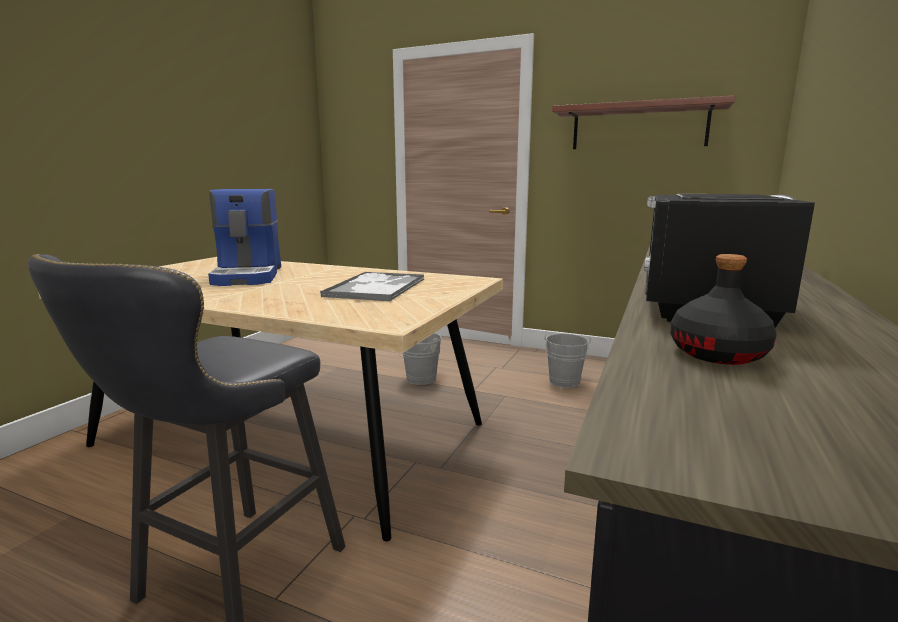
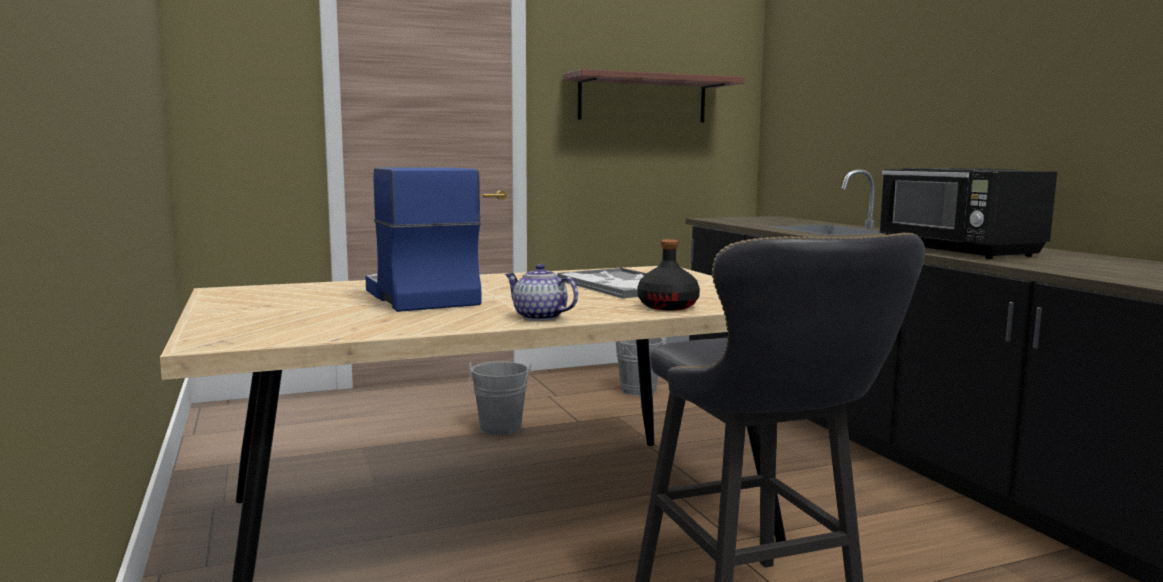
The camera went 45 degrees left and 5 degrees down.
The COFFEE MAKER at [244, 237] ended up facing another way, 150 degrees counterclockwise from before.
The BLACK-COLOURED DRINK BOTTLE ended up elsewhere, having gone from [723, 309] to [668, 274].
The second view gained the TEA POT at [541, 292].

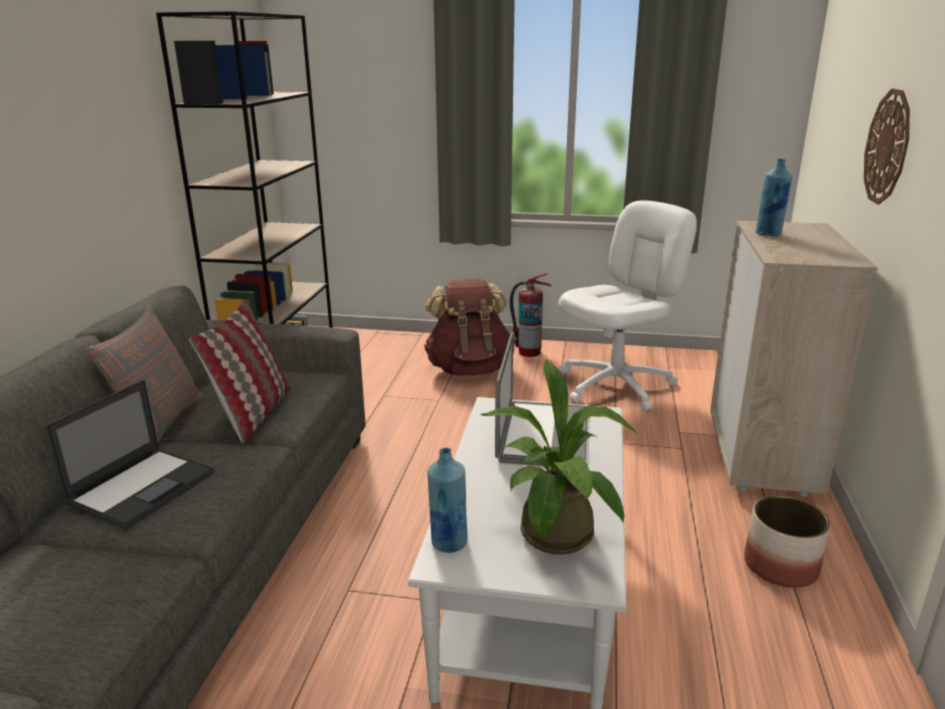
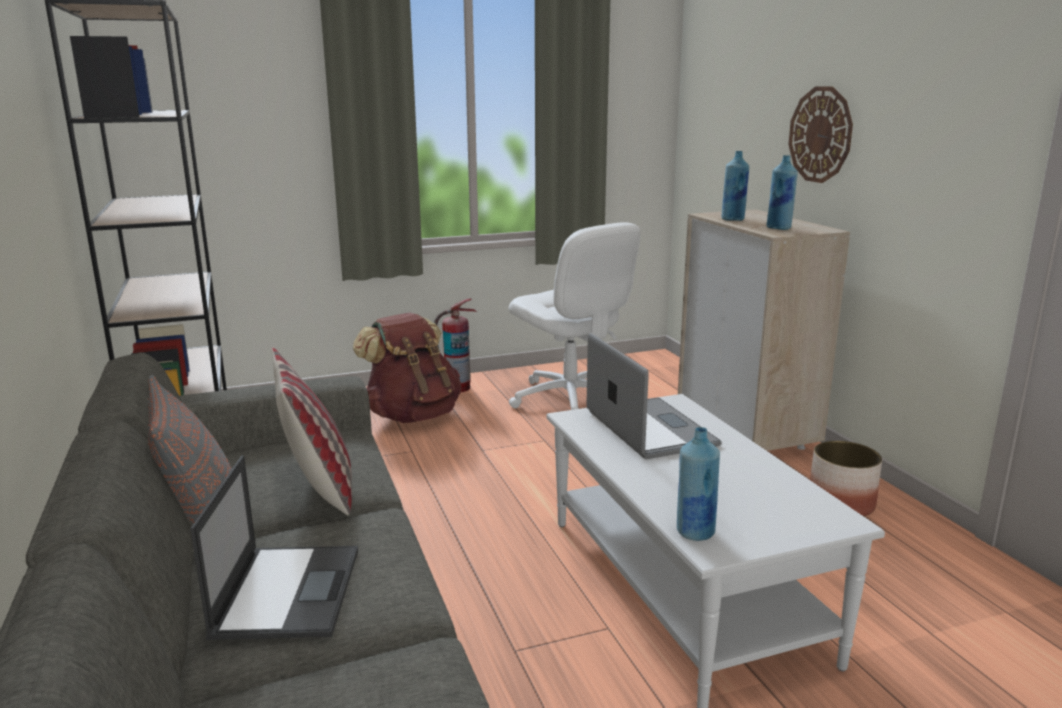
The camera went 30 degrees left and 5 degrees down.
The WHITE-COLOURED COMPUTER CHAIR at [627, 305] ended up facing another way, 120 degrees clockwise from before.
The second view lost the PLANT IN A POT at [559, 457].
The second view gained the BLUE DRINK BOTTLE at [782, 192].

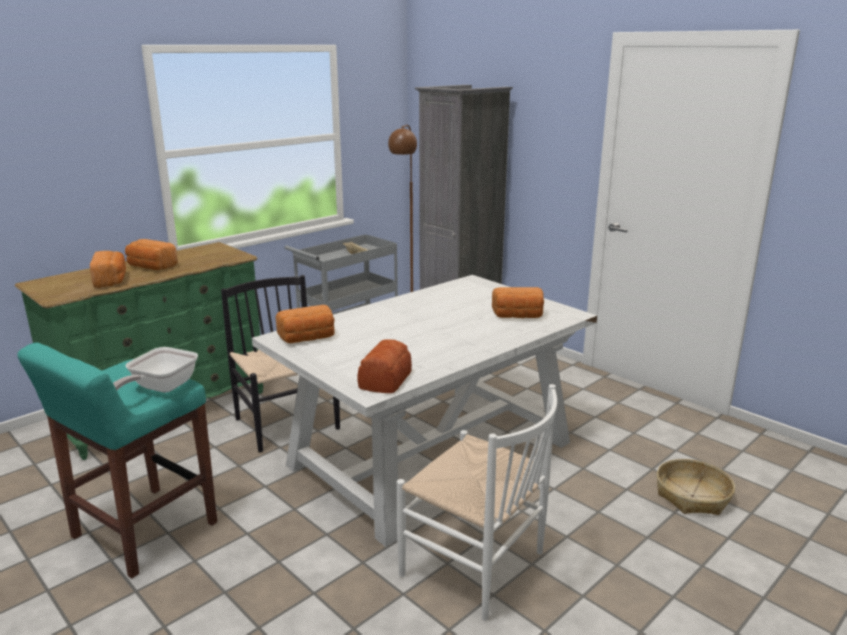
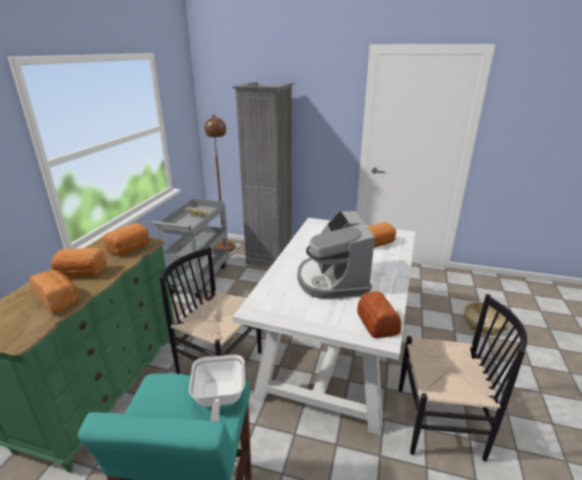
The camera went 30 degrees left and 5 degrees up.
The BREAD ended up elsewhere, having gone from [305, 324] to [126, 239].
What was the WHITE-COLOURED CHAIR at [477, 502] turned into the BLACK-COLOURED CHAIR at [463, 377].
The second view gained the COFFEE MAKER at [336, 255].

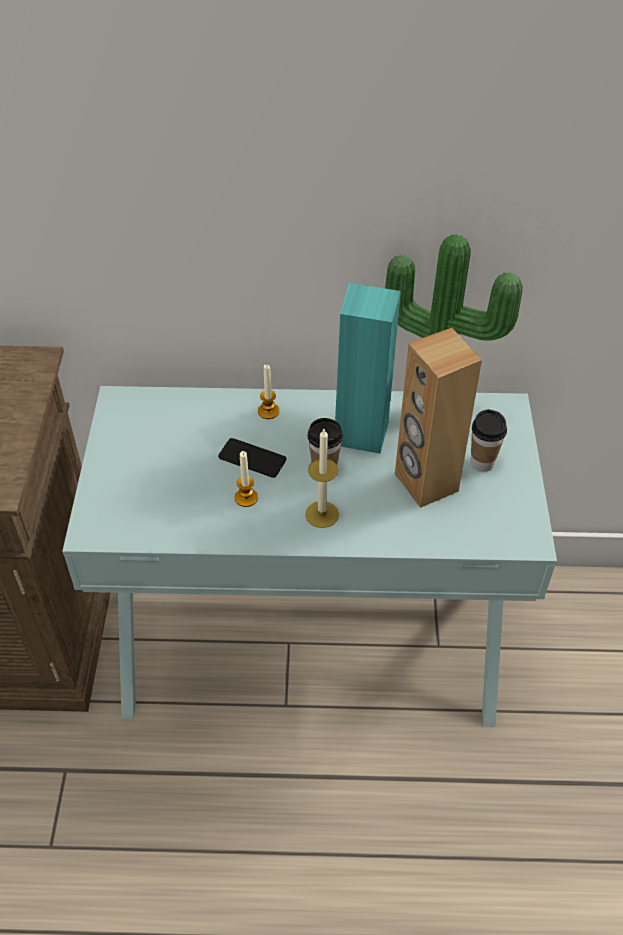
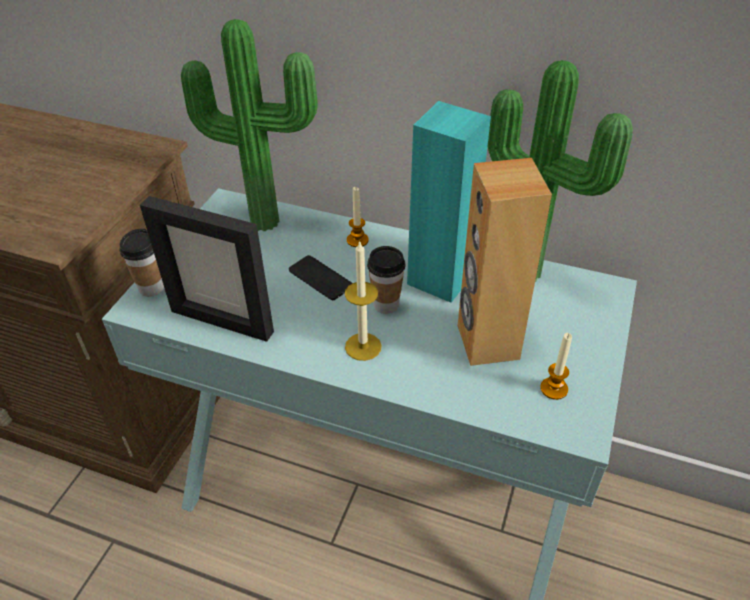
The camera went 20 degrees right and 5 degrees down.
The CUP ended up elsewhere, having gone from [488, 440] to [141, 263].
The WAX LIGHT ended up elsewhere, having gone from [246, 479] to [556, 366].
The second view gained the PLANT IN A POT at [249, 125].
The second view gained the PICTURE FRAME at [207, 269].

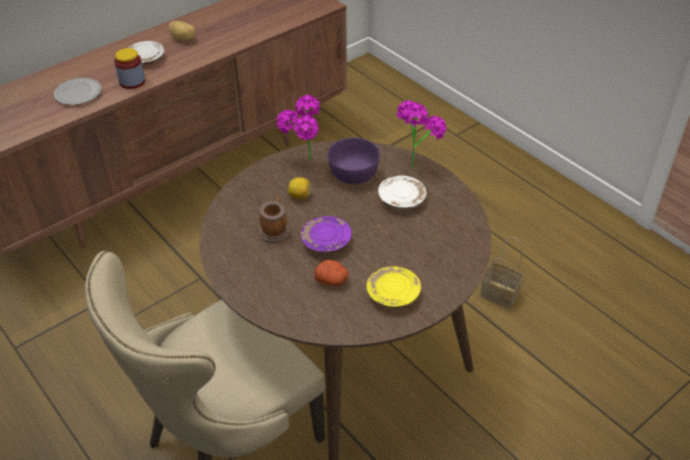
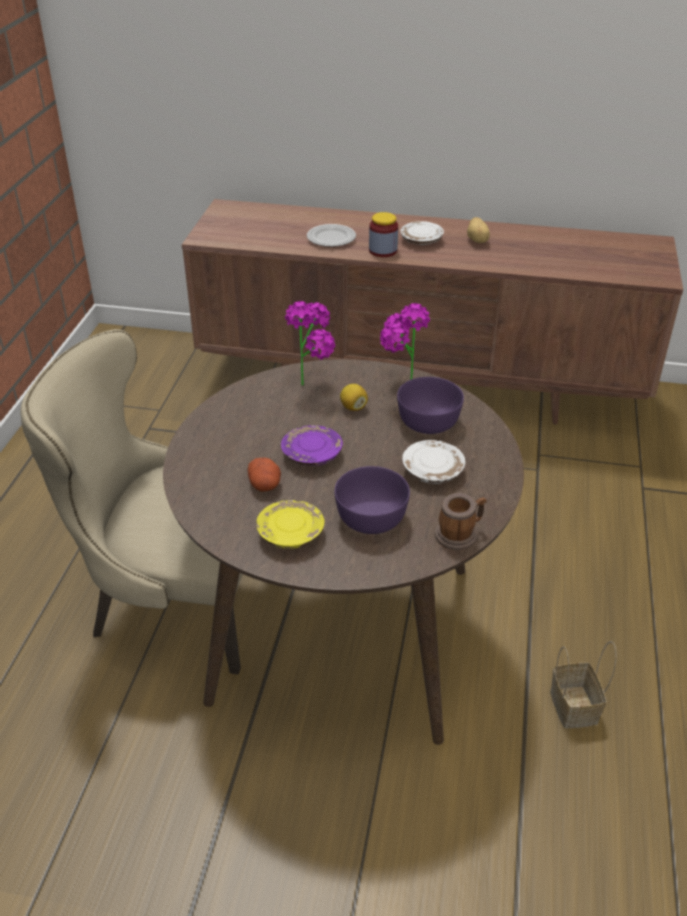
The camera went 50 degrees right and 5 degrees down.
The PLANT IN A POT ended up elsewhere, having gone from [422, 134] to [310, 343].
The MUG ended up elsewhere, having gone from [274, 220] to [461, 521].
The second view gained the PURPLISH BOWL at [372, 500].

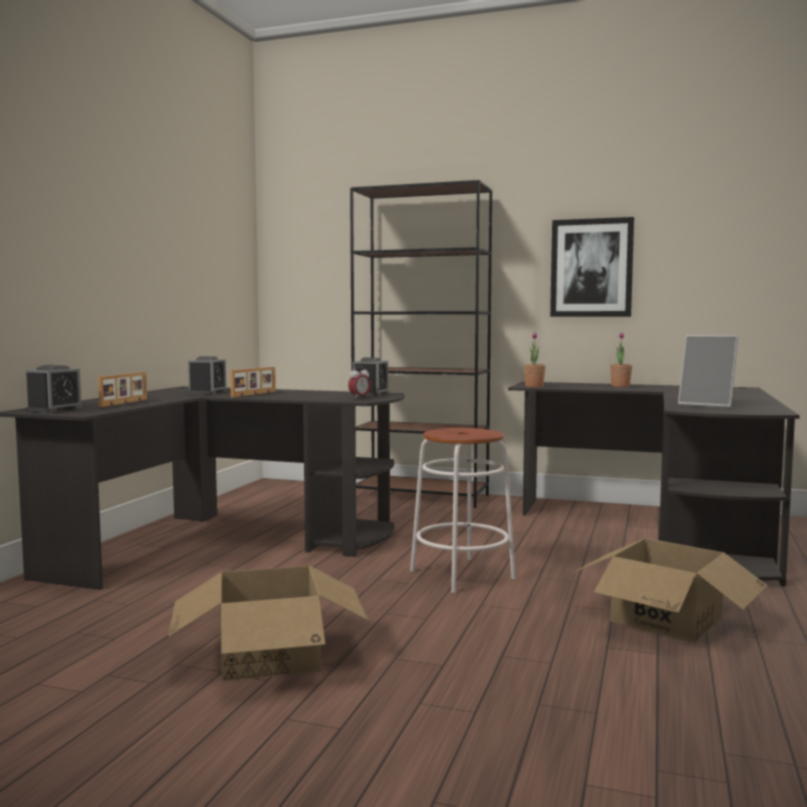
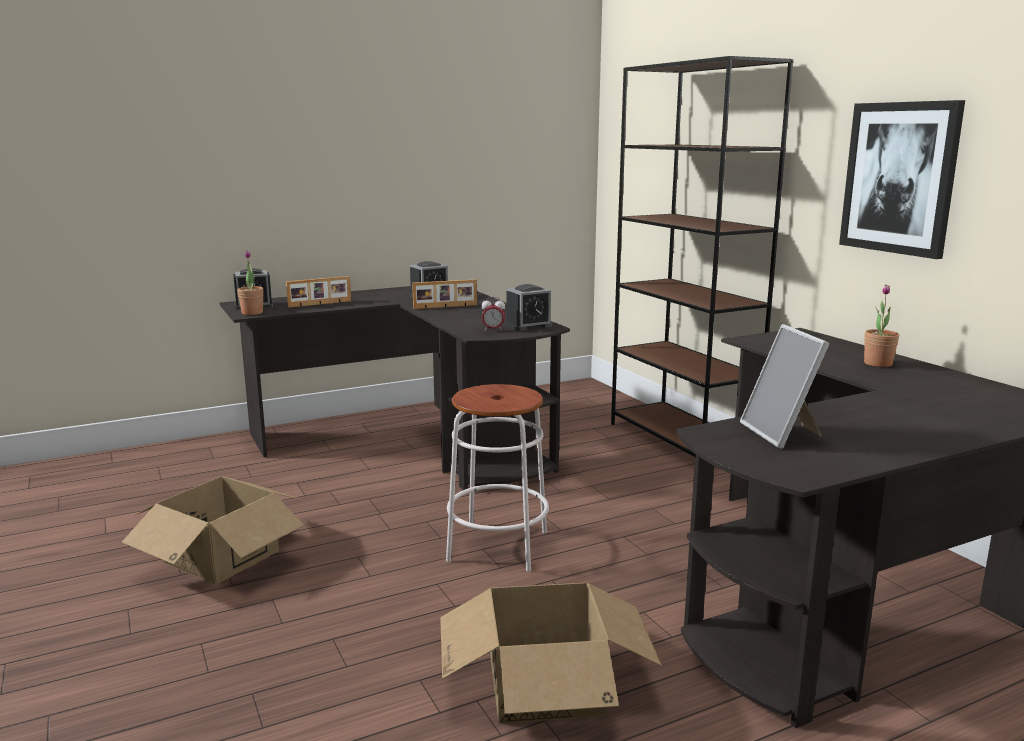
The camera went 45 degrees right and 10 degrees up.
The PLANT IN A POT ended up elsewhere, having gone from [535, 359] to [250, 283].

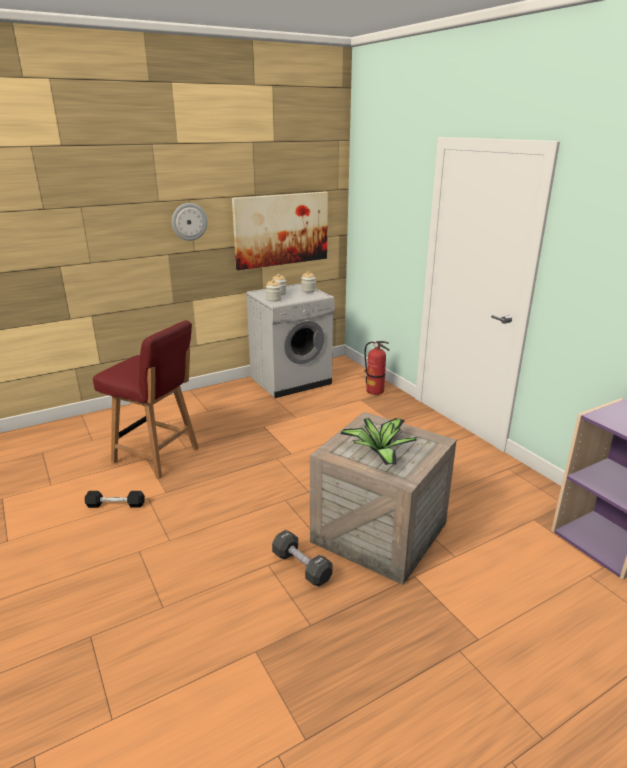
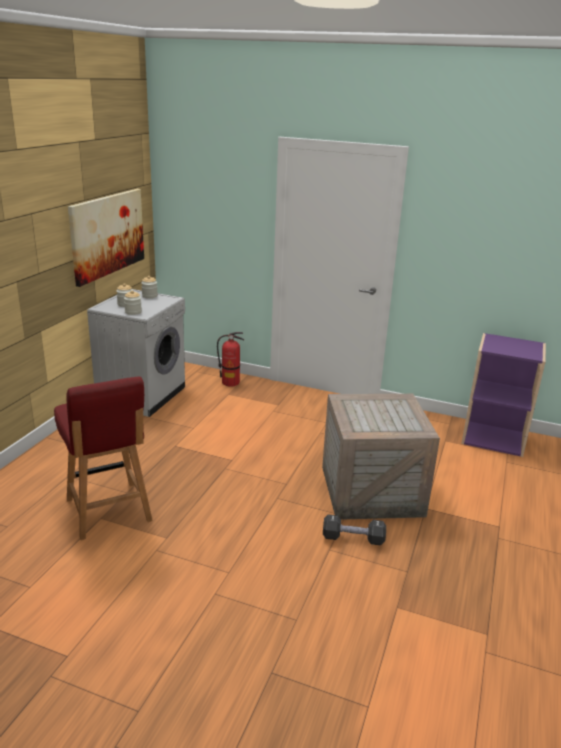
The camera went 40 degrees left and 0 degrees up.
The second view lost the HANGING CLOCK at [190, 222].
The RED CHAIR at [146, 399] ended up facing another way, 75 degrees clockwise from before.
The second view lost the PLANT IN A POT at [378, 441].
The second view lost the BLACK-COLOURED HAND WEIGHT at [115, 499].

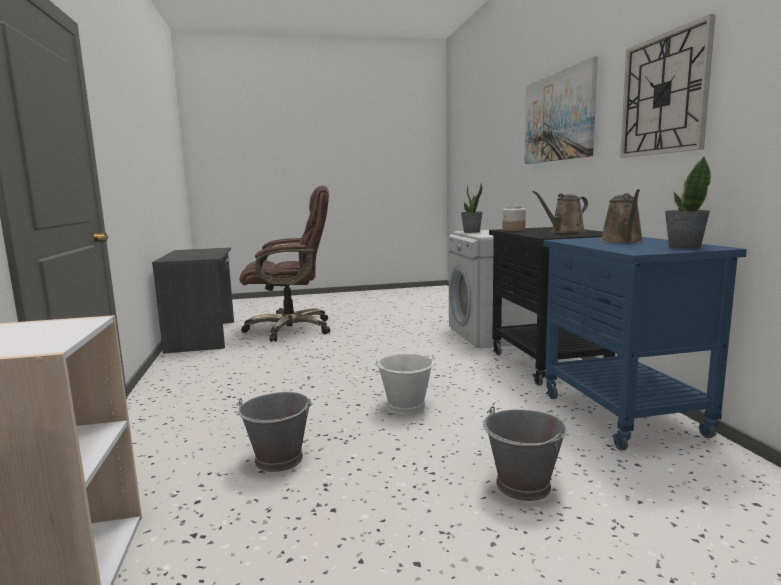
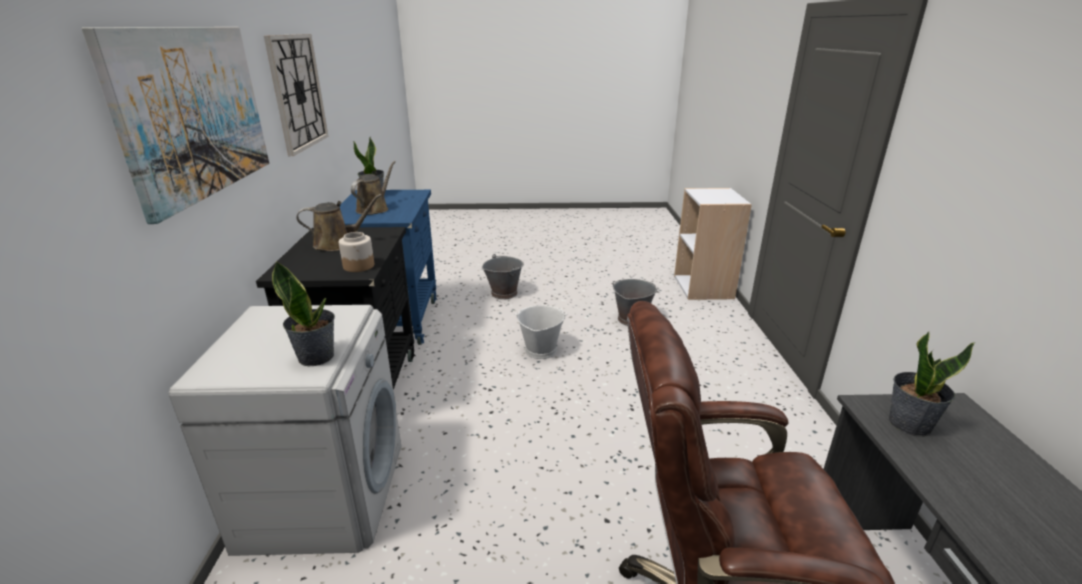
The camera went 170 degrees left and 15 degrees up.
The second view gained the PLANT IN A POT at [932, 384].

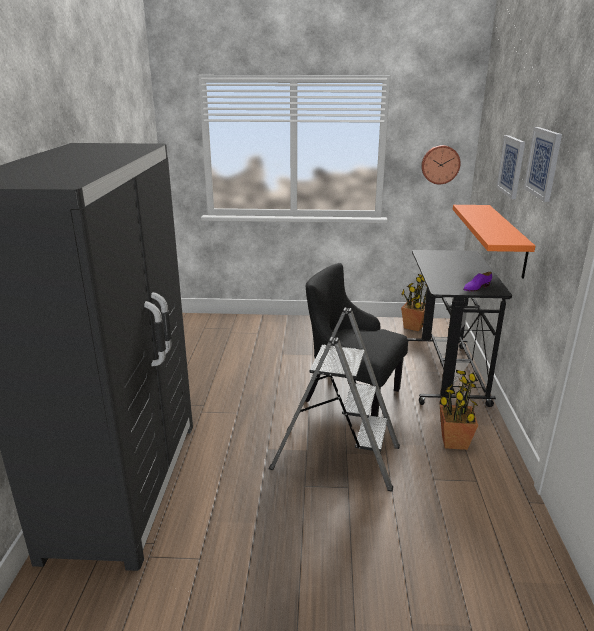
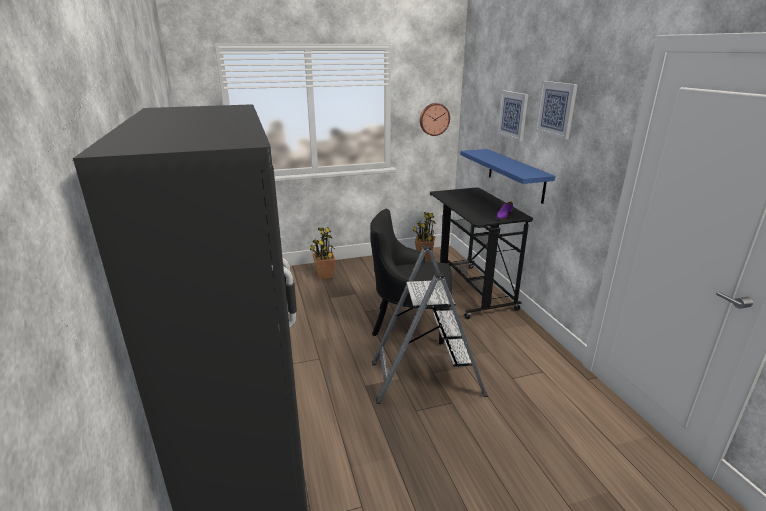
The camera went 20 degrees left and 0 degrees up.
What was the ORANGE BRACKET SHELF at [494, 242] turned into the BLUE BRACKET SHELF at [507, 176].
The PLANT IN A POT ended up elsewhere, having gone from [459, 410] to [323, 253].

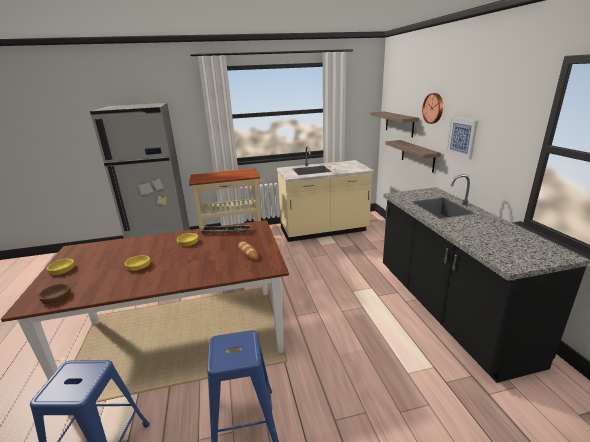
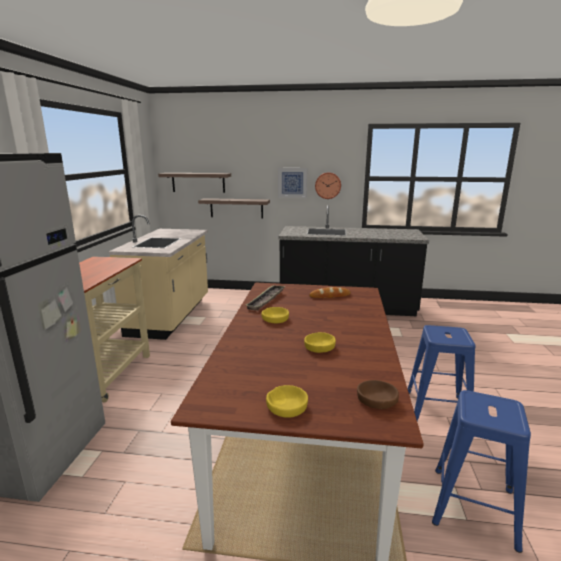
The camera went 70 degrees left and 5 degrees down.
The HANGING CLOCK ended up elsewhere, having gone from [432, 108] to [328, 185].

